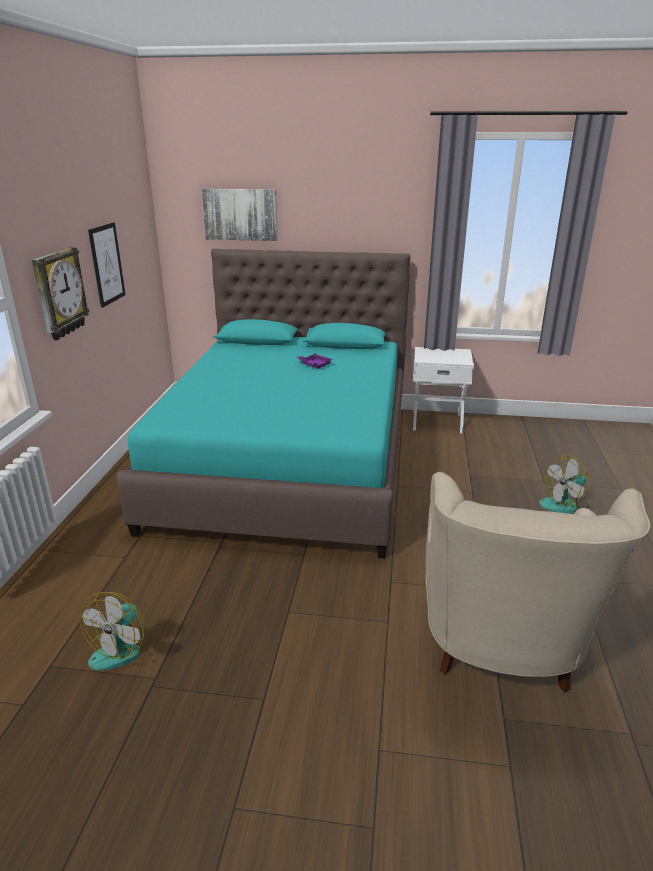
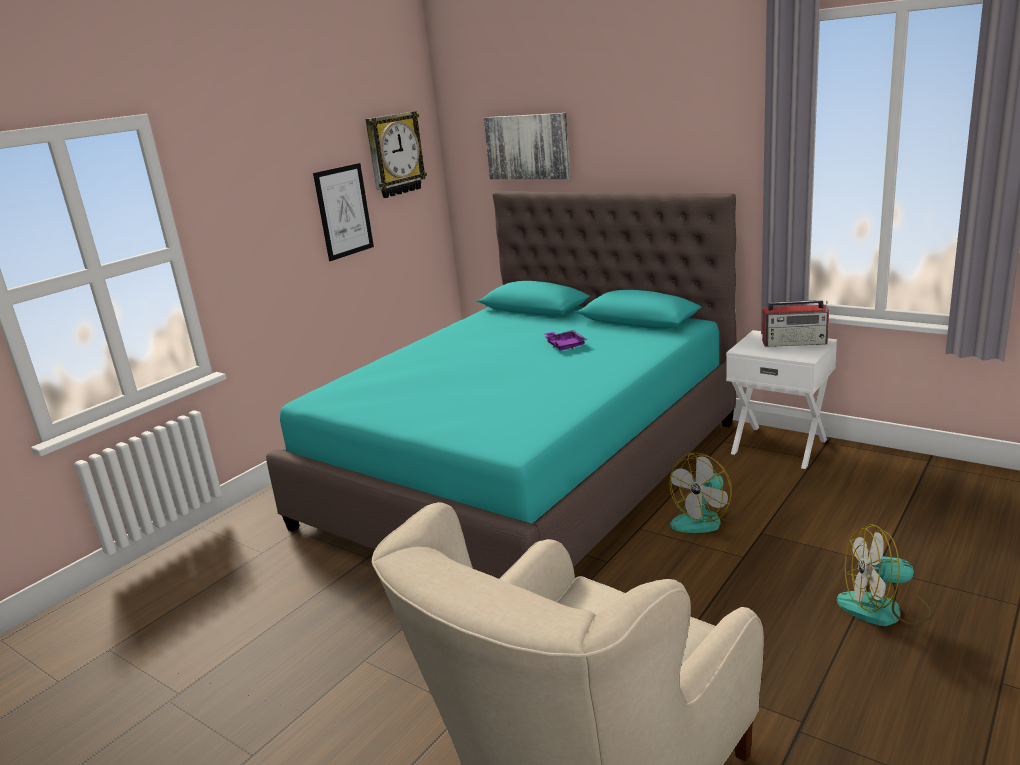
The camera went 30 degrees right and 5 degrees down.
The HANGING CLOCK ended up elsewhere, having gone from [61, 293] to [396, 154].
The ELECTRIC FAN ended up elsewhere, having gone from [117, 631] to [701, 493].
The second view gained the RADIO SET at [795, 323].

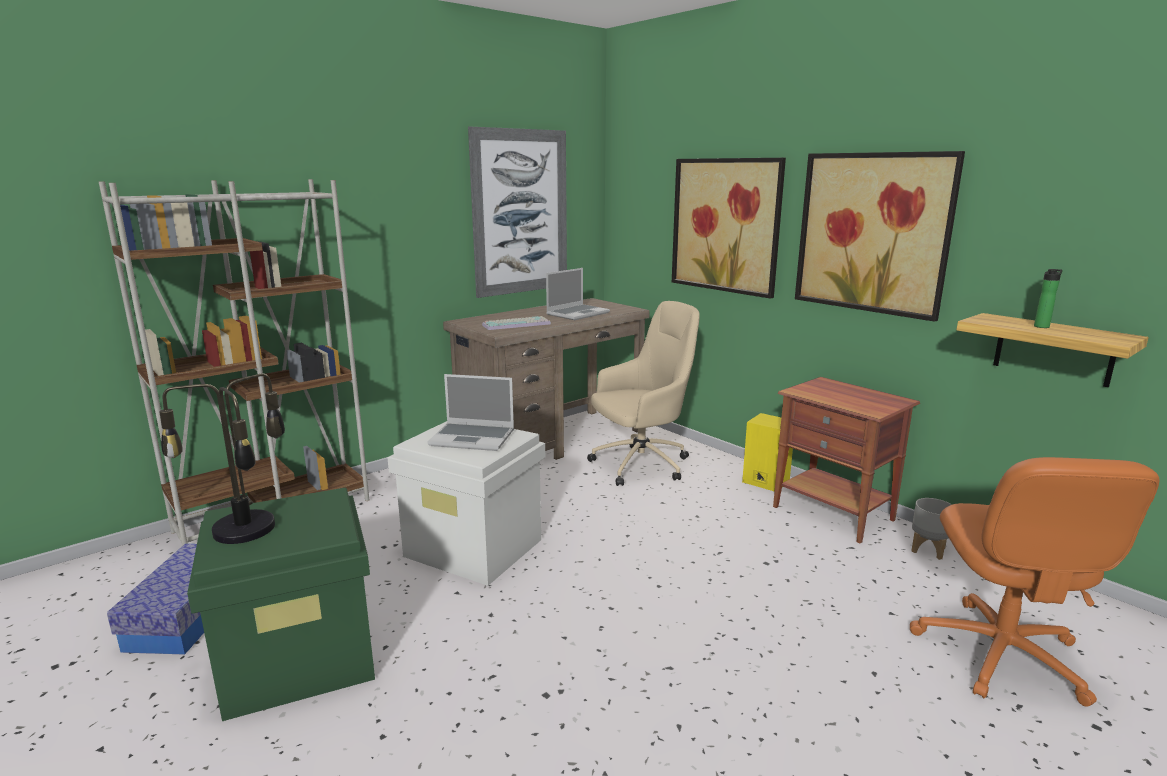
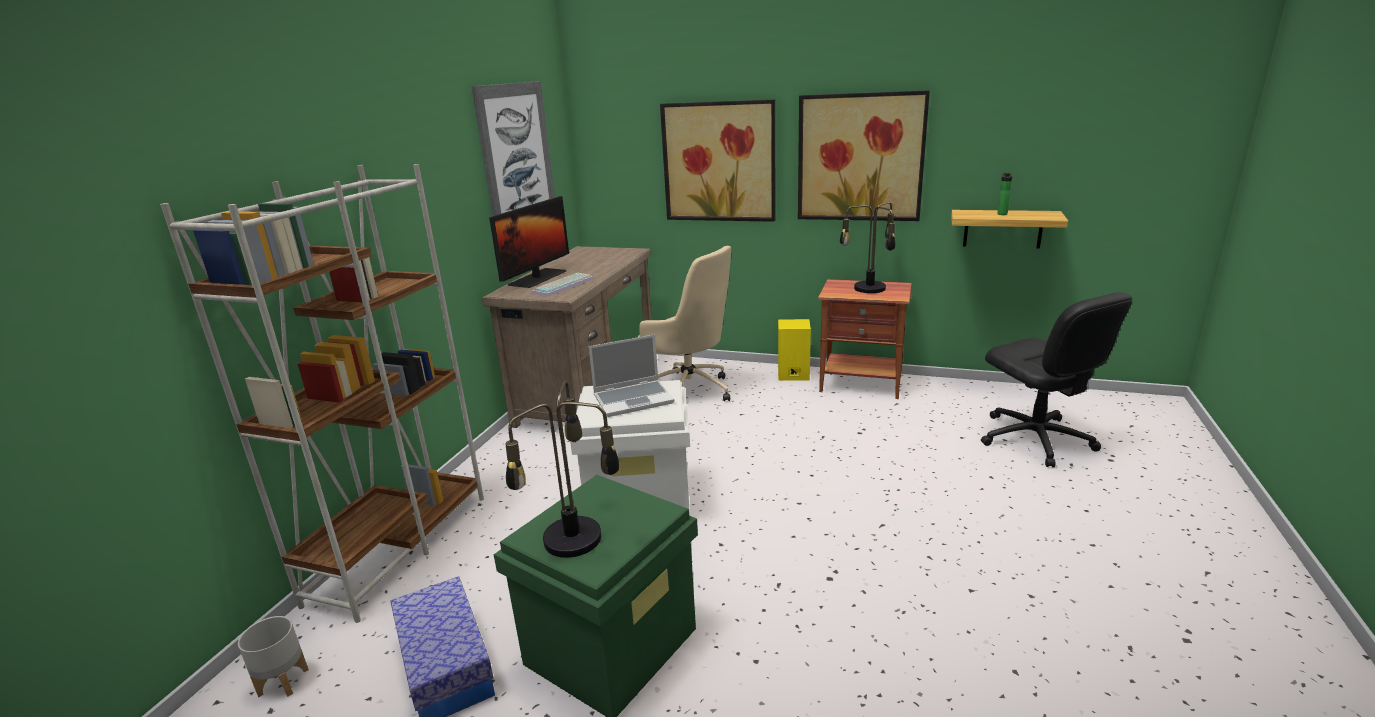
The camera went 30 degrees left and 5 degrees up.
The second view lost the PORTABLE COMPUTER at [578, 294].
The BEIGE-COLOURED COMPUTER CHAIR at [643, 393] ended up facing another way, 90 degrees clockwise from before.
What was the ORANGE COMPUTER CHAIR at [1034, 582] turned into the BLACK-COLOURED COMPUTER CHAIR at [1056, 379].
The GREYISH FLOWER POT ended up elsewhere, having gone from [931, 529] to [273, 656].
The second view gained the COMPUTER DISPLAY at [529, 242].
The second view gained the TABLE LAMP at [868, 247].

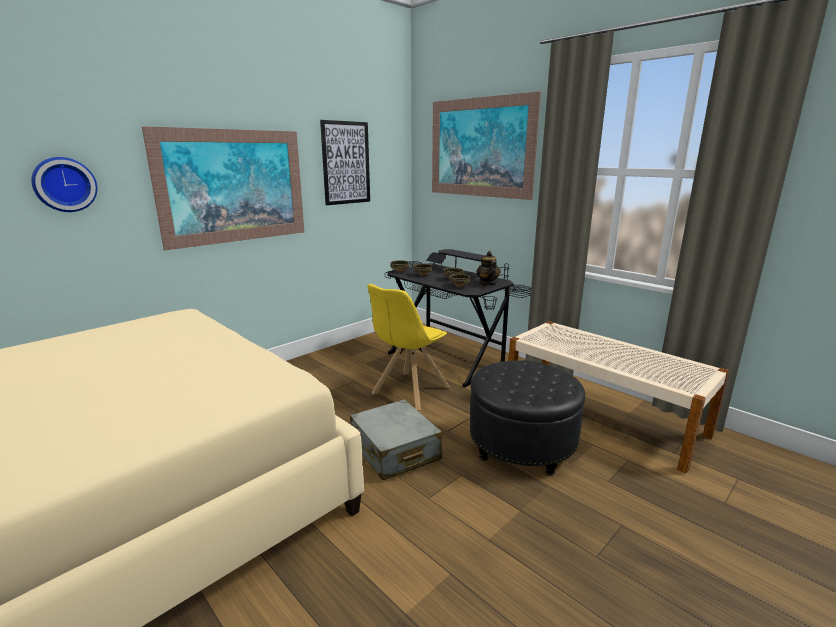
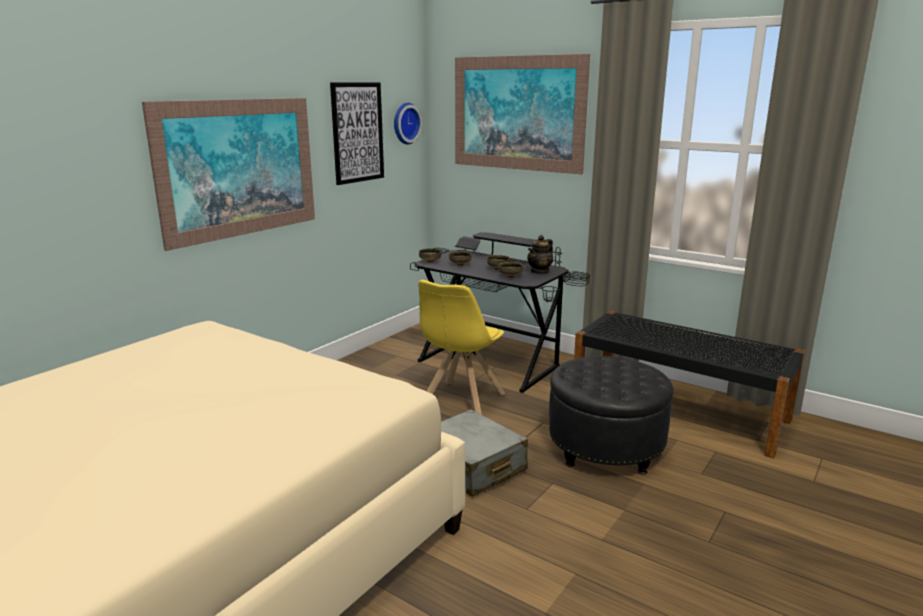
The camera went 10 degrees left and 0 degrees up.
The HANGING CLOCK ended up elsewhere, having gone from [64, 184] to [408, 124].
The TEA POT at [488, 268] ended up facing another way, 120 degrees counterclockwise from before.
What was the BEIGE-COLOURED LONG SEAT at [619, 397] turned into the BLACK-COLOURED LONG SEAT at [689, 385].

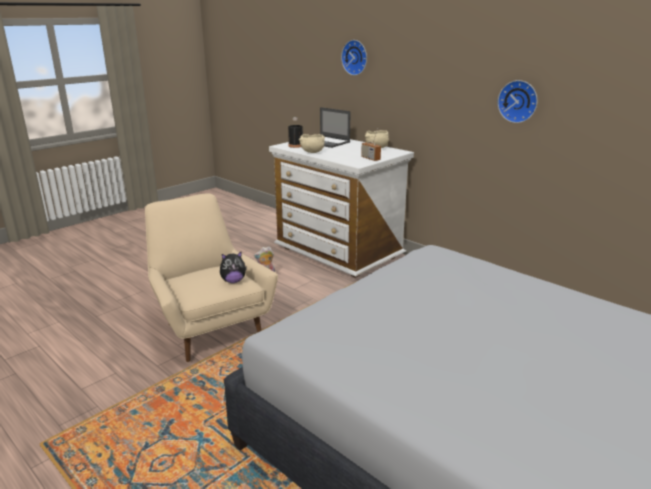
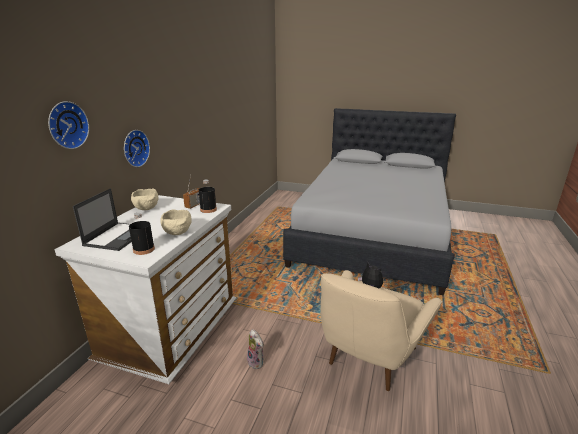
The camera went 115 degrees left and 0 degrees up.
The HANGING CLOCK ended up elsewhere, having gone from [518, 101] to [137, 148].
The second view gained the BLACK-COLOURED DRINK BOTTLE at [208, 196].

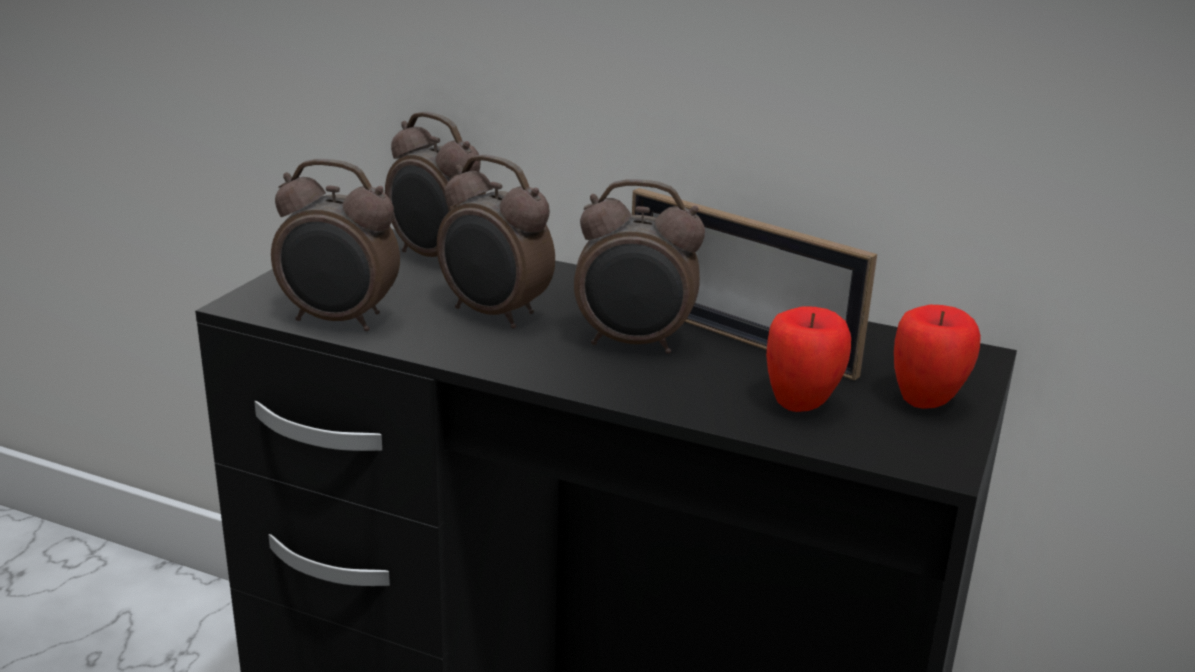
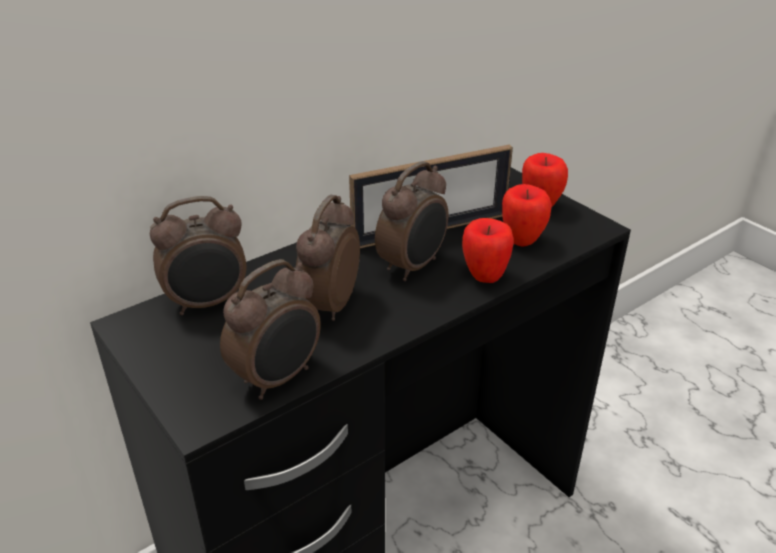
The camera went 60 degrees left and 10 degrees up.
The BEDSIDE CLOCK at [496, 242] ended up facing another way, 135 degrees clockwise from before.
The second view gained the WHOLE APPLE at [487, 250].

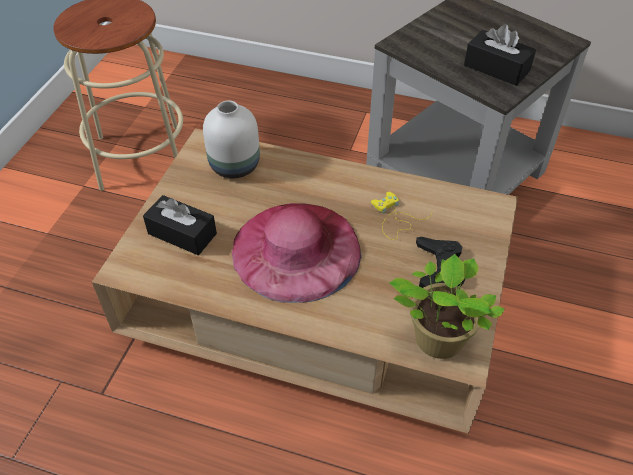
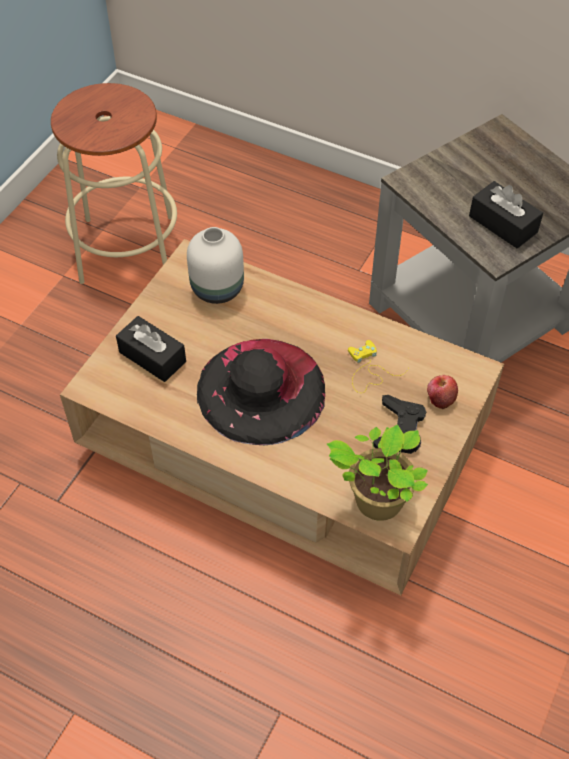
The camera went 10 degrees right and 5 degrees up.
What was the PINK-COLOURED HAT at [296, 253] turned into the BLACK-COLOURED HAT at [261, 392].
The second view gained the WHOLE APPLE at [442, 392].

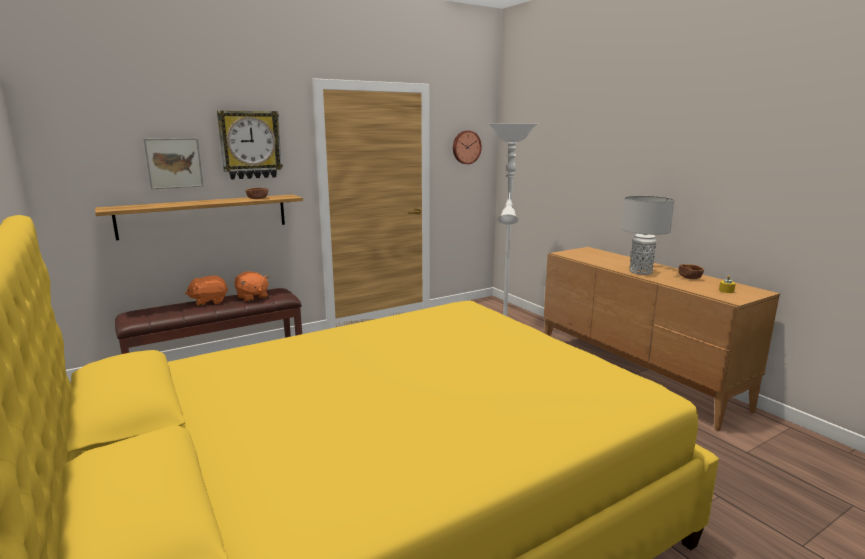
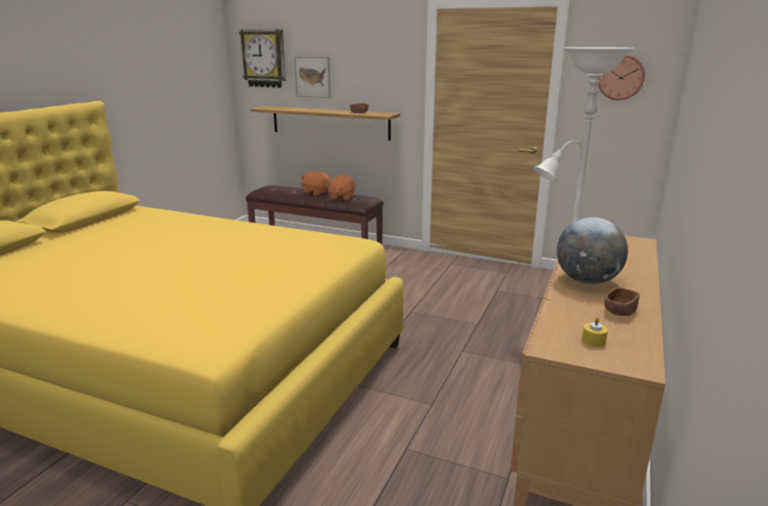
The camera went 55 degrees right and 5 degrees up.
The HANGING CLOCK ended up elsewhere, having gone from [250, 144] to [262, 59].
Where the WHITE-COLOURED TABLE LAMP stood at [647, 235], the WORLD GLOBE came to stand at [592, 250].

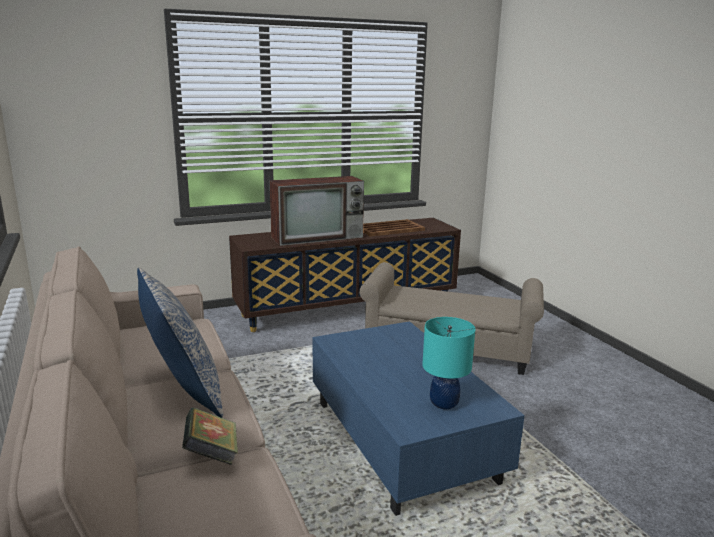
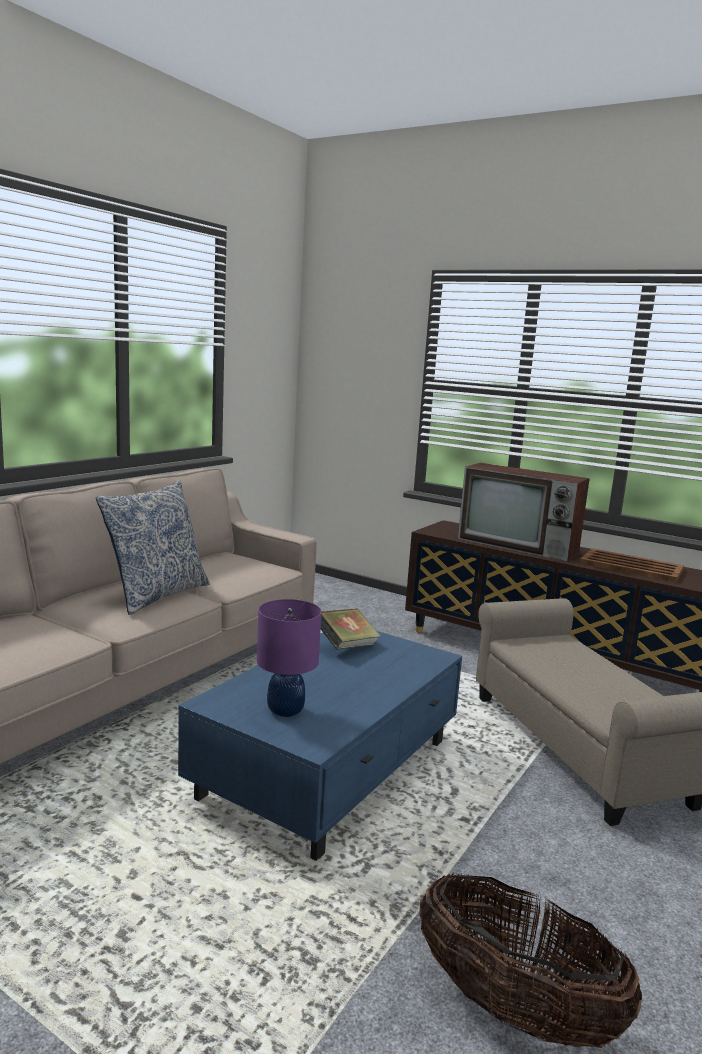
The camera went 55 degrees right and 5 degrees down.
What was the TURQUOISE-COLOURED TABLE LAMP at [448, 363] turned into the PURPLISH TABLE LAMP at [289, 658].
The VOLUME ended up elsewhere, having gone from [210, 436] to [351, 628].
The second view gained the STORAGE BASKET at [530, 960].

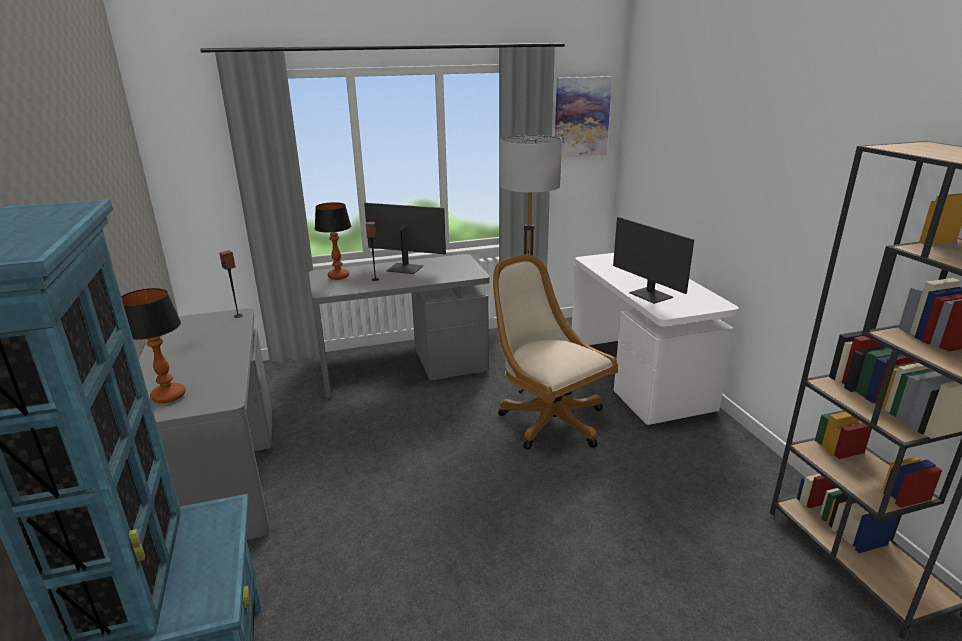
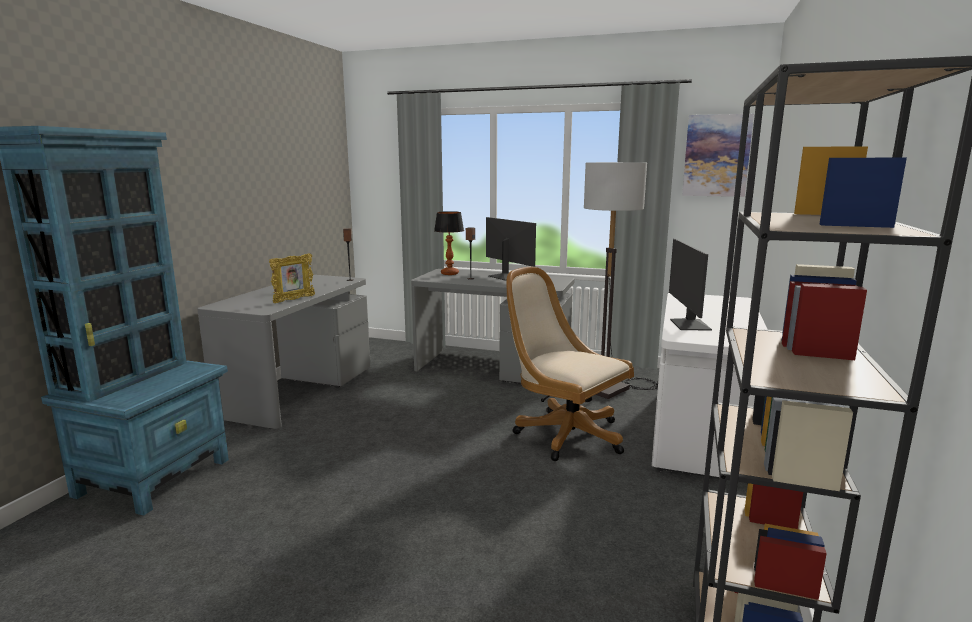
The camera went 35 degrees right and 10 degrees down.
The COMPUTER CHAIR at [555, 352] ended up facing another way, 45 degrees counterclockwise from before.
The second view lost the TABLE LAMP at [153, 345].
The second view gained the PICTURE FRAME at [292, 278].

